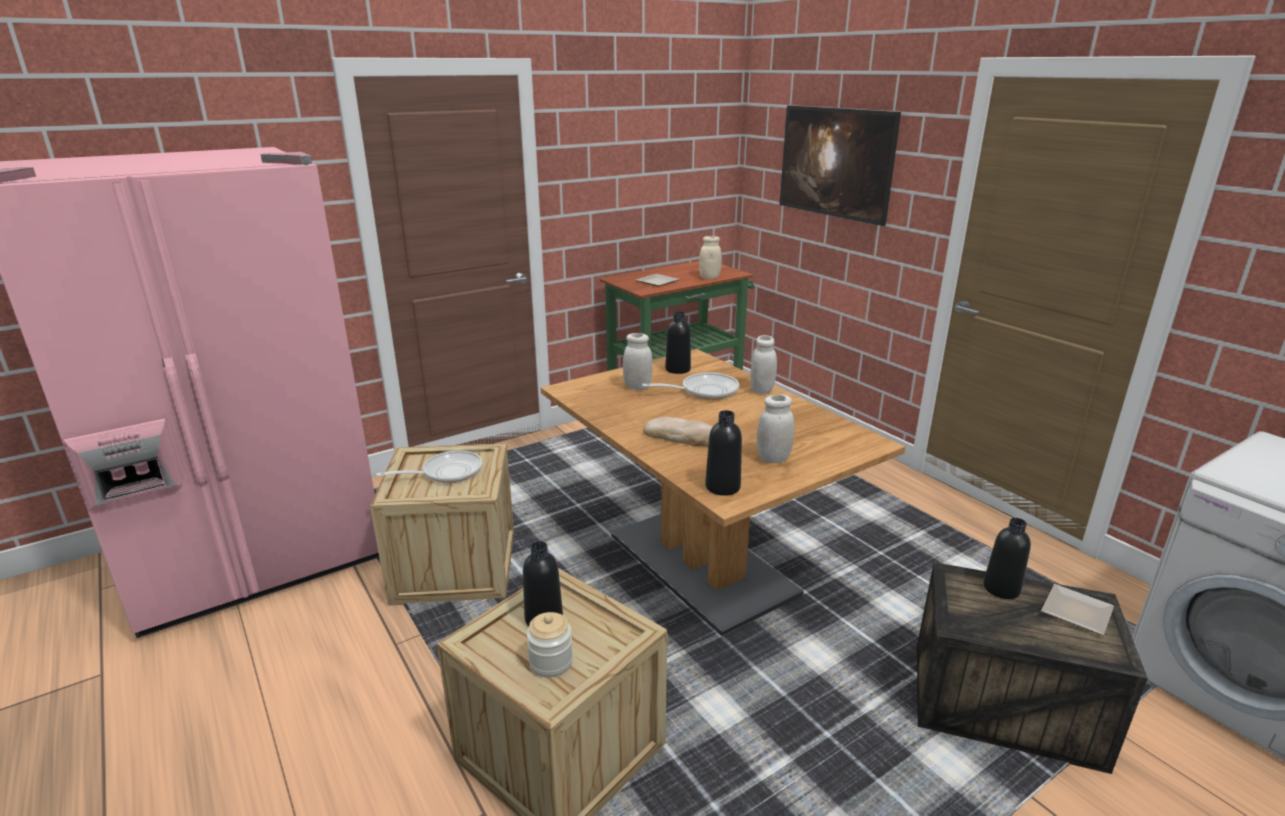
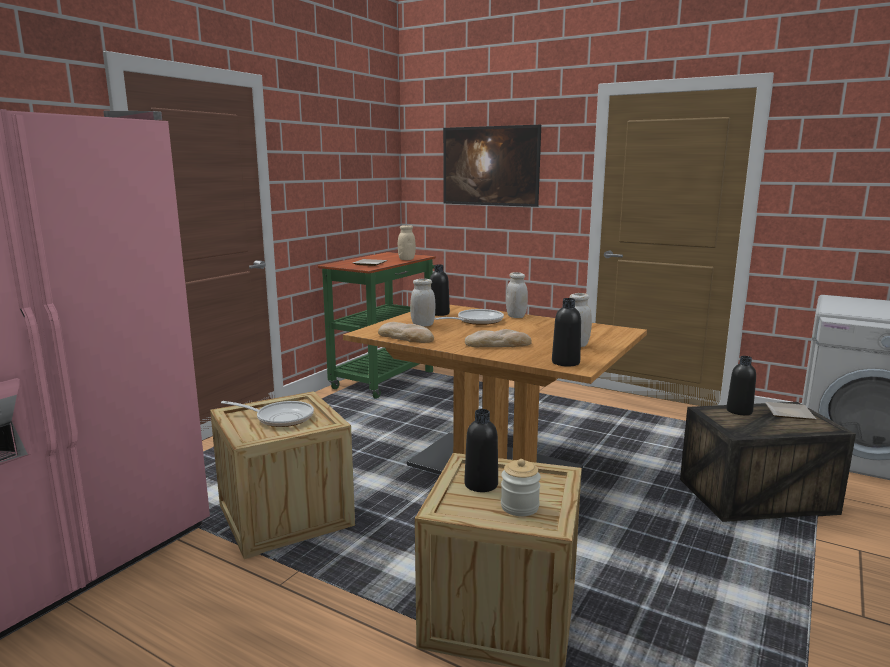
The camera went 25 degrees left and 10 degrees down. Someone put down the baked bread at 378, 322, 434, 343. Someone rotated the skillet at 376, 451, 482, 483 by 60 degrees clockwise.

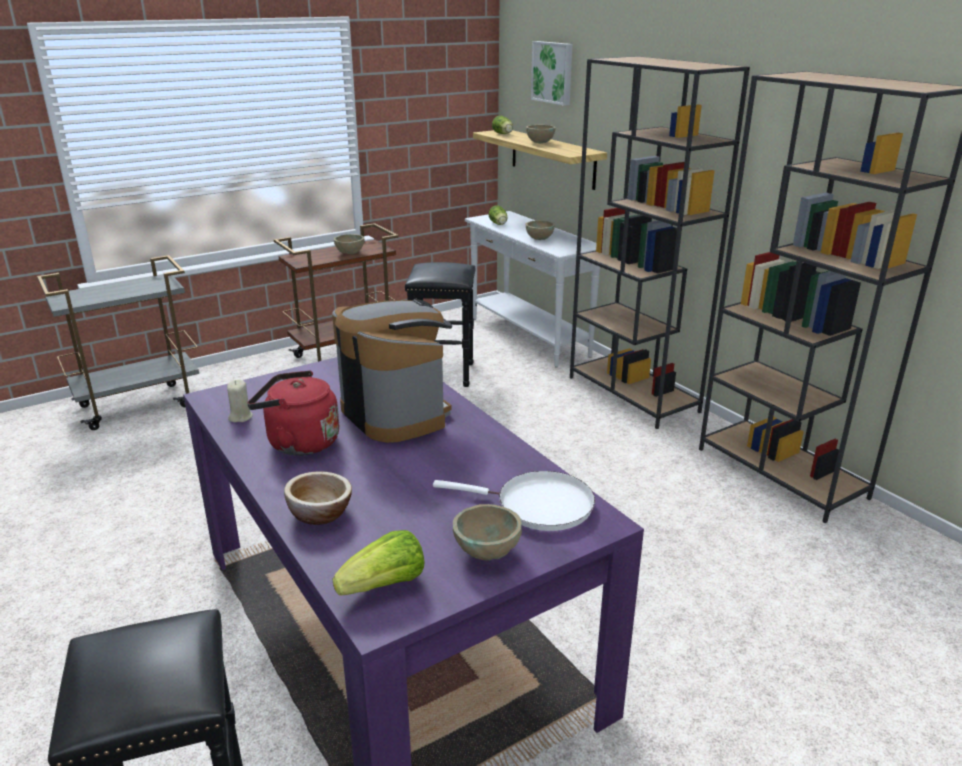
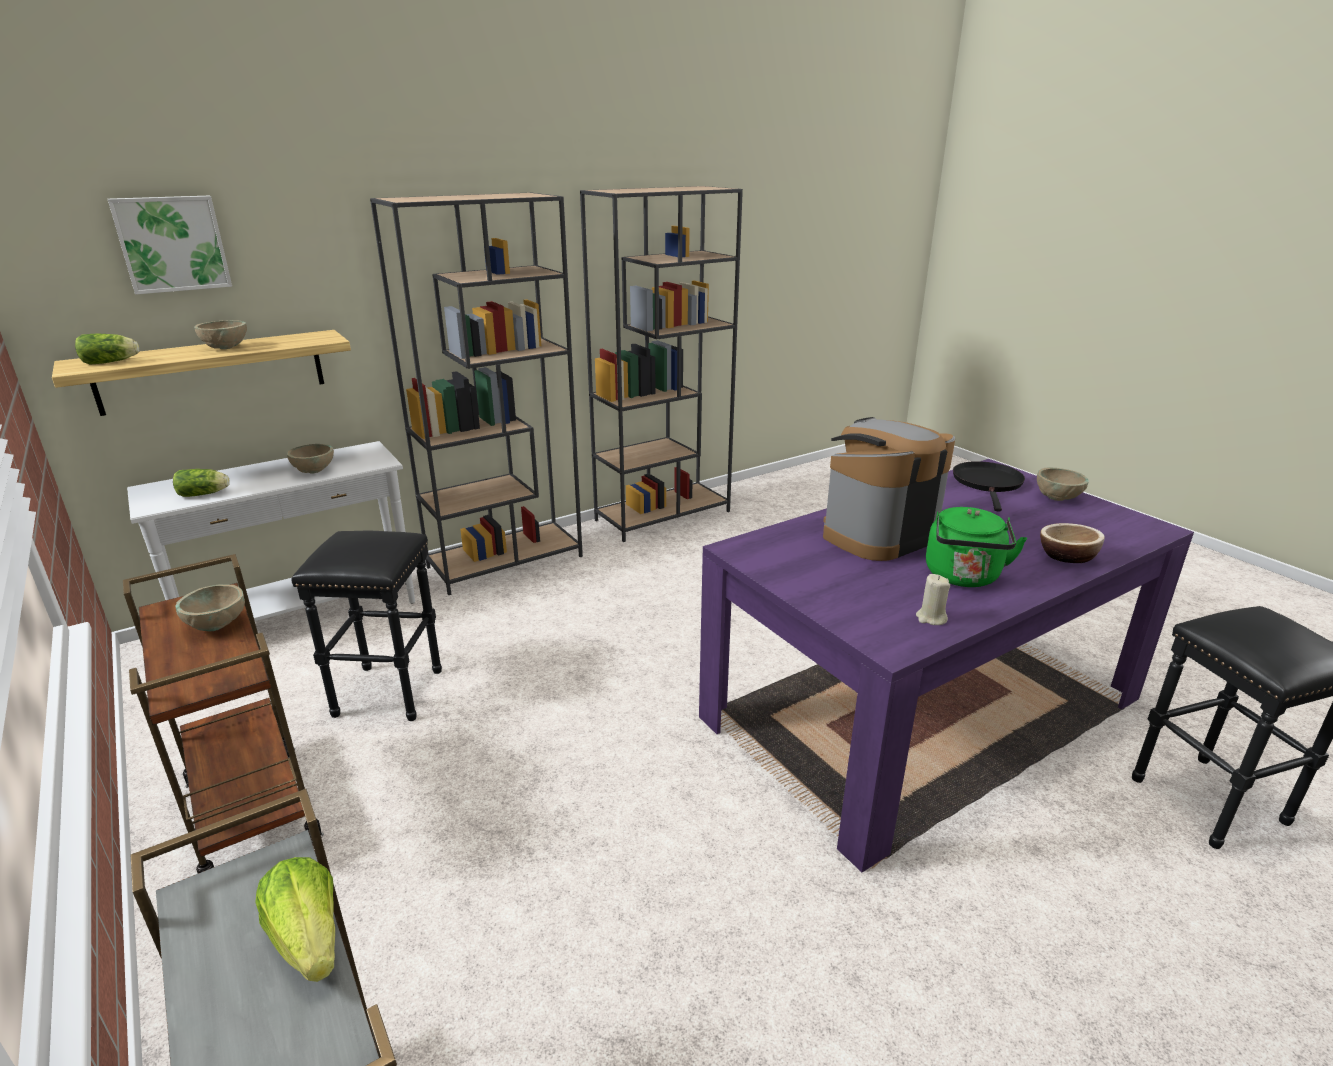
The camera went 90 degrees left and 0 degrees up. Someone carried the lettuce from 333, 530, 425, 595 to 255, 857, 335, 982. Someone repainted the reddish kettle at 247, 370, 339, 455, which became the green-coloured kettle at 926, 507, 1027, 587. Someone repainted the whitish skillet at 433, 471, 595, 531, which became the black-coloured skillet at 953, 461, 1025, 512.

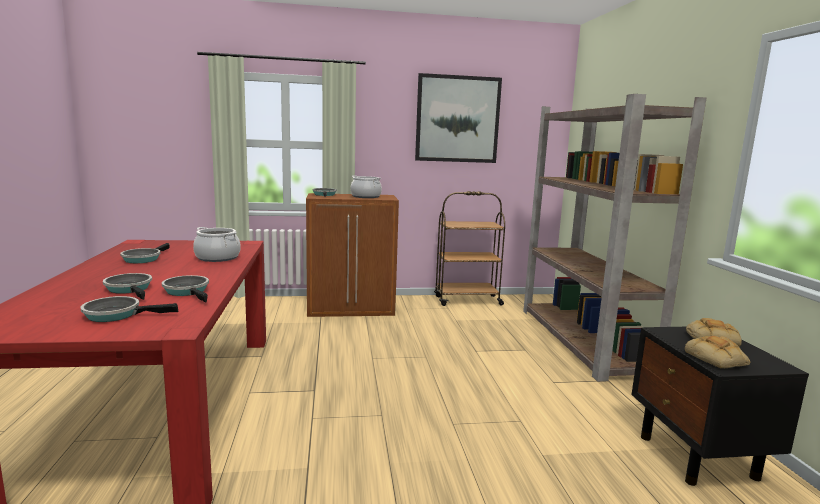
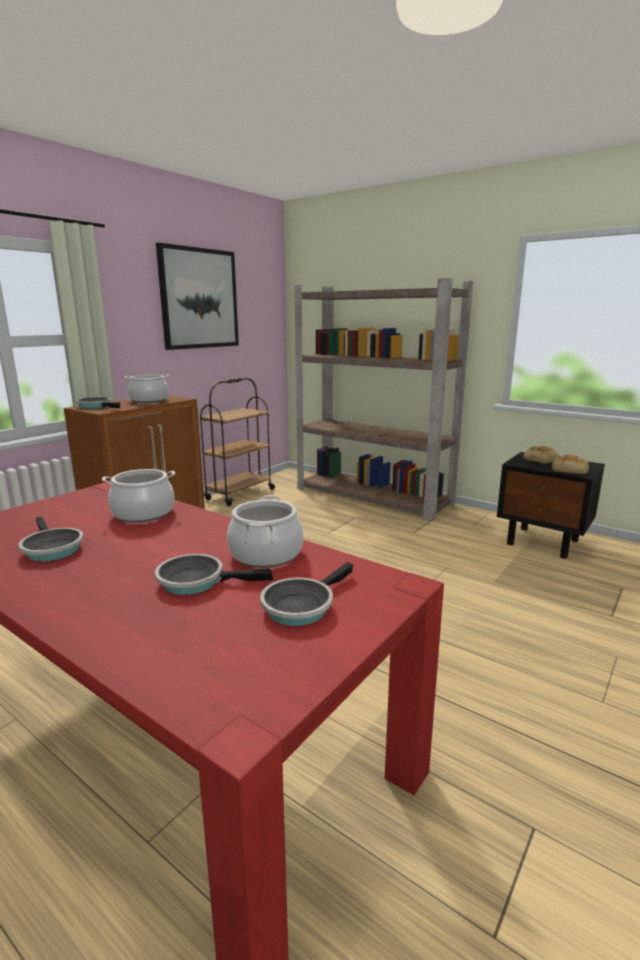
The camera went 45 degrees left and 5 degrees up. Someone swapped the skillet at 162, 275, 209, 302 for the saucepot at 227, 495, 303, 568.

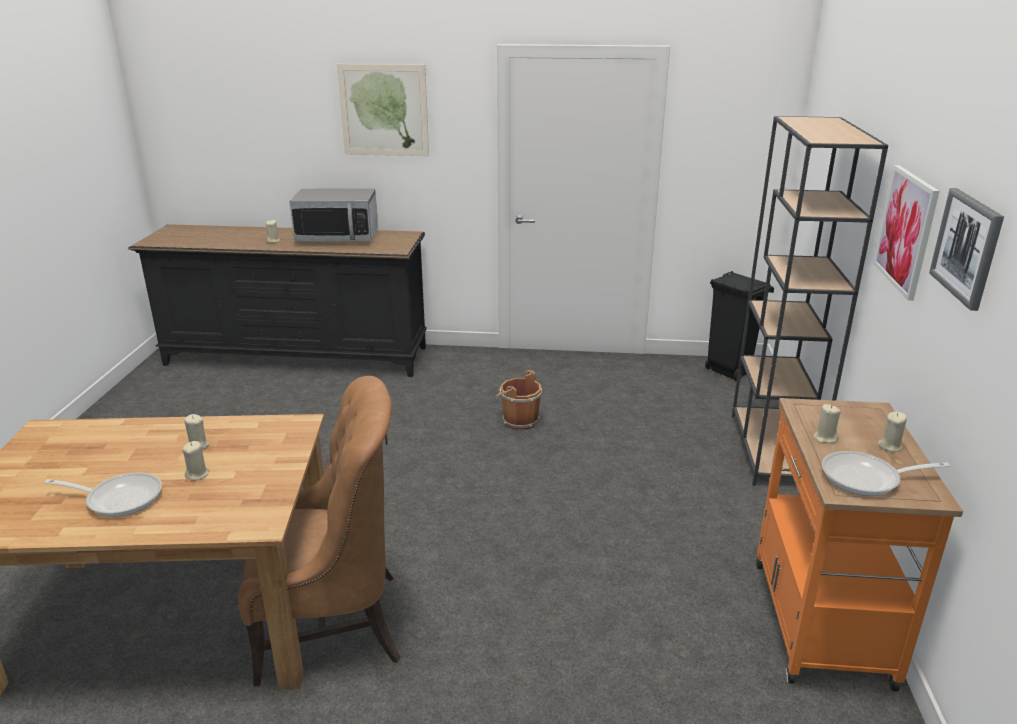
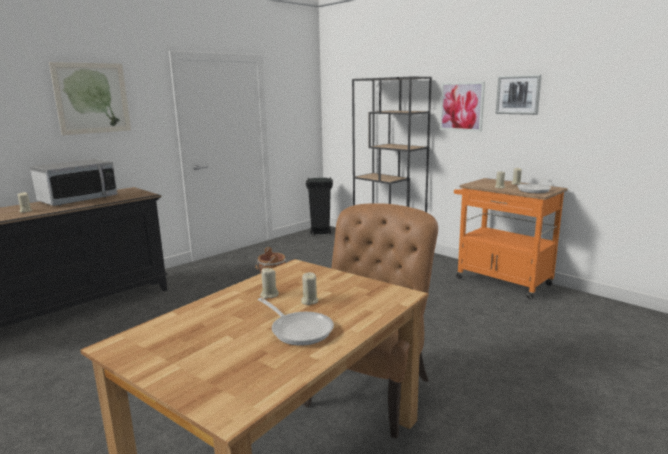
The camera went 50 degrees left and 10 degrees down. Someone rotated the skillet at 44, 472, 162, 517 by 90 degrees clockwise.

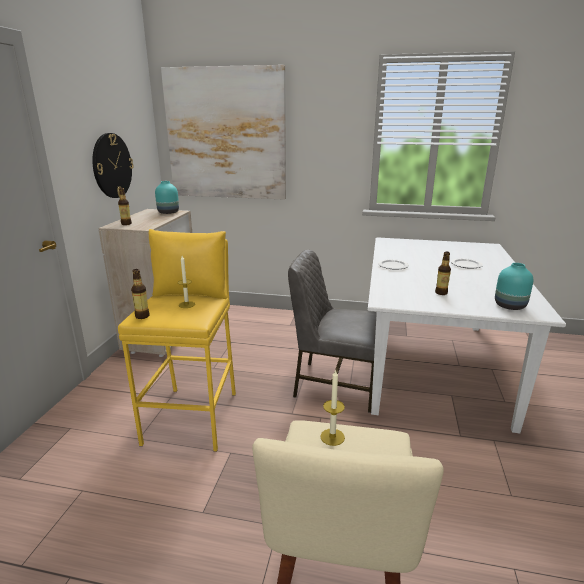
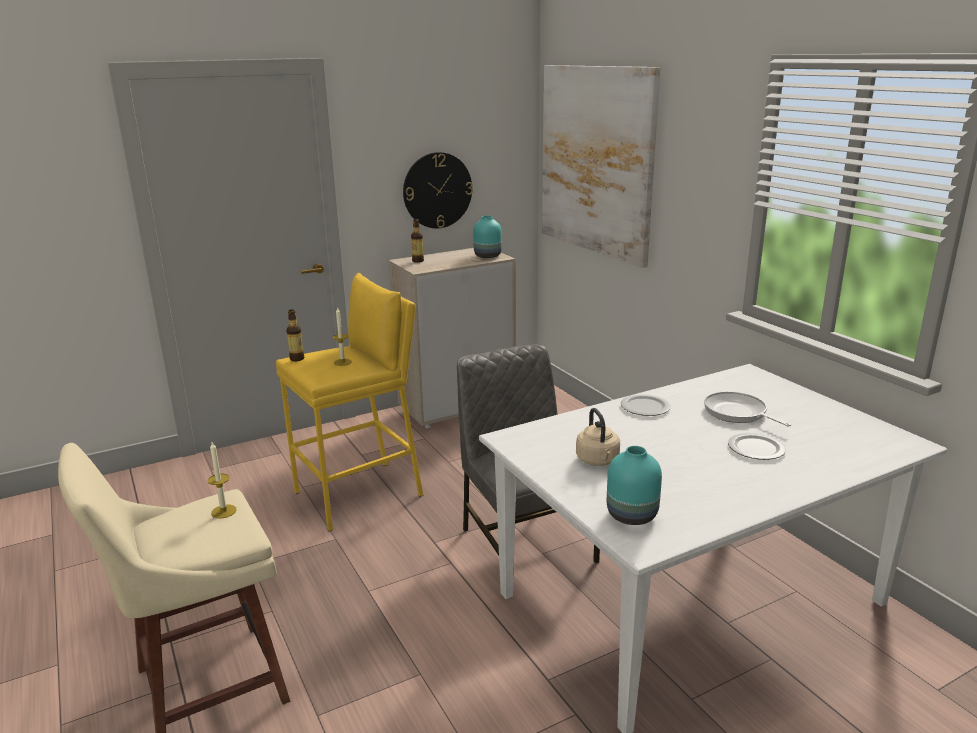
The camera went 50 degrees right and 0 degrees up. Someone put down the skillet at 704, 391, 791, 426. Someone swapped the drink bottle at 435, 252, 451, 295 for the beige kettle at 576, 408, 620, 466.

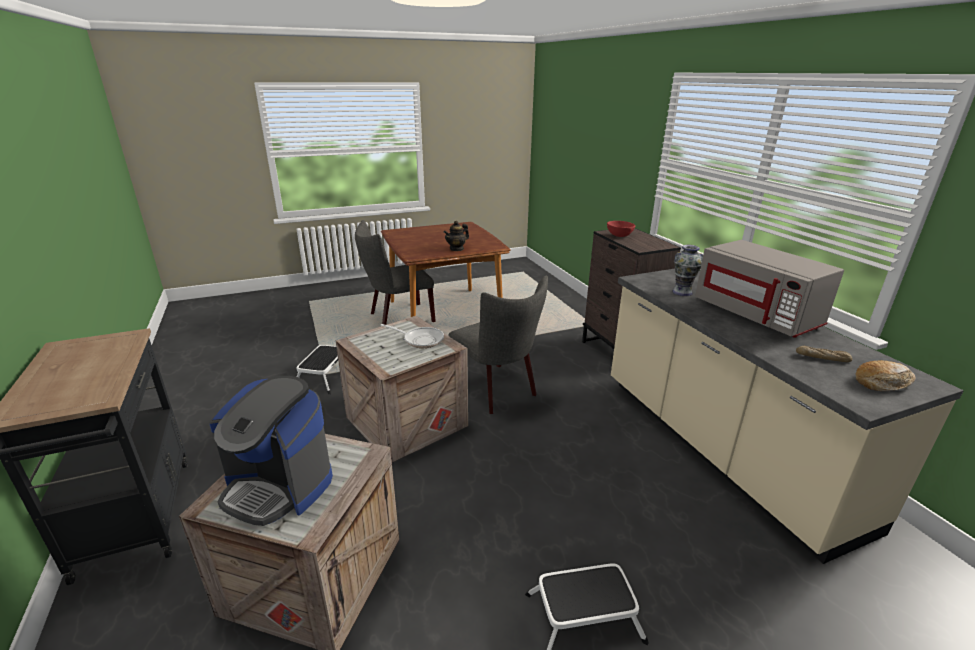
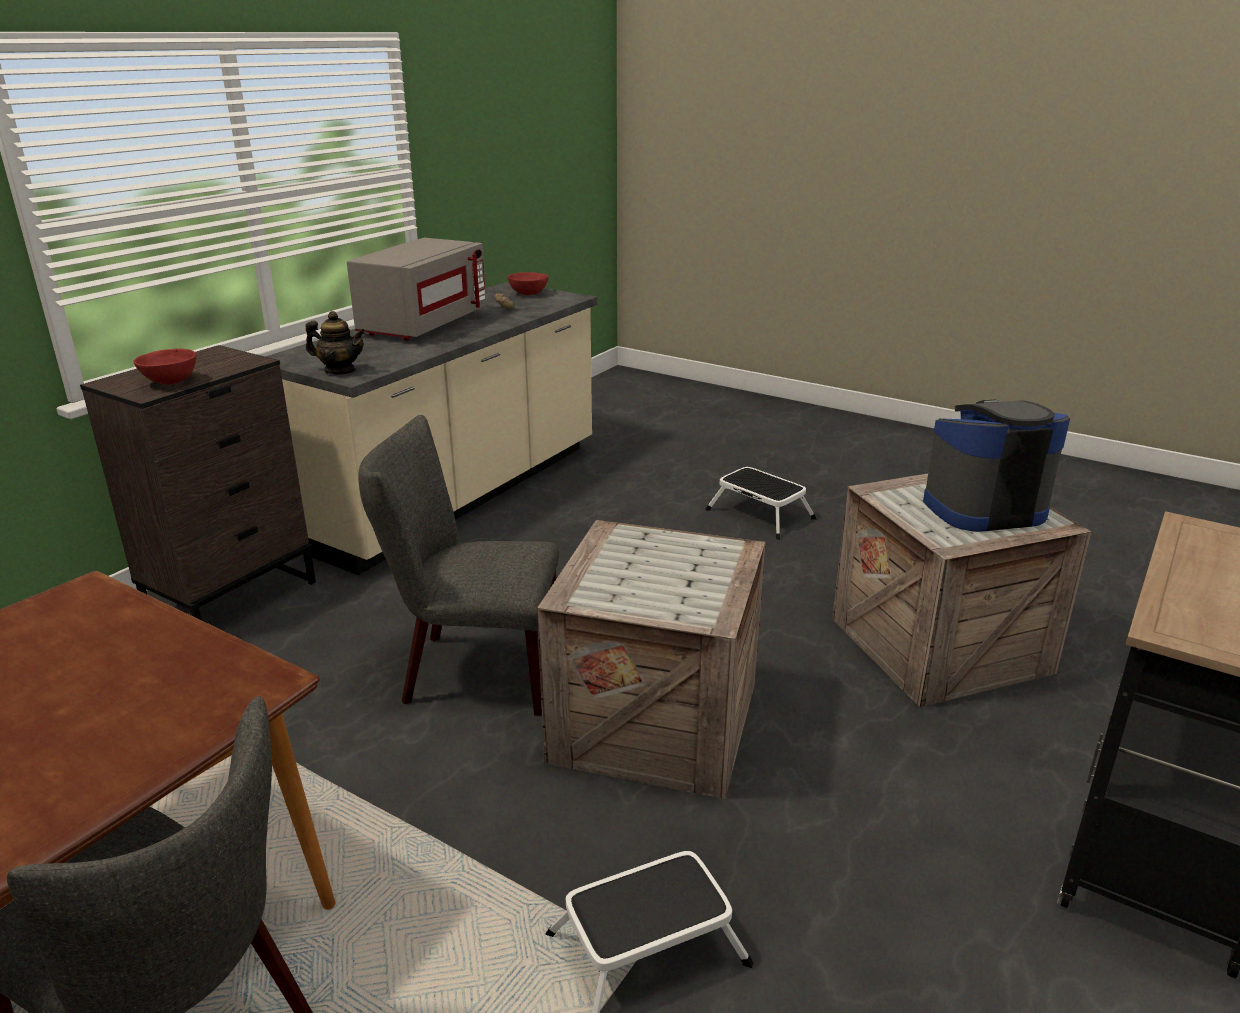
The camera went 125 degrees left and 0 degrees up. Someone took away the skillet at 380, 324, 444, 348. Someone took away the vase at 672, 245, 703, 296. Someone carried the pot for tea from 444, 221, 469, 251 to 306, 311, 366, 375. Someone swapped the baked bread at 856, 360, 916, 391 for the reddish serving bowl at 507, 272, 548, 295. Someone rotated the coffee maker at 209, 376, 333, 526 by 90 degrees counterclockwise. Someone rotated the grey chair at 449, 276, 548, 414 by 105 degrees counterclockwise.

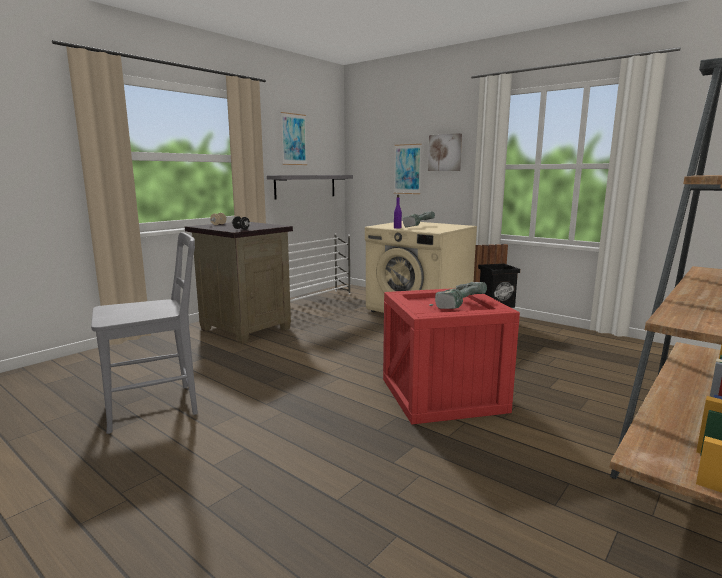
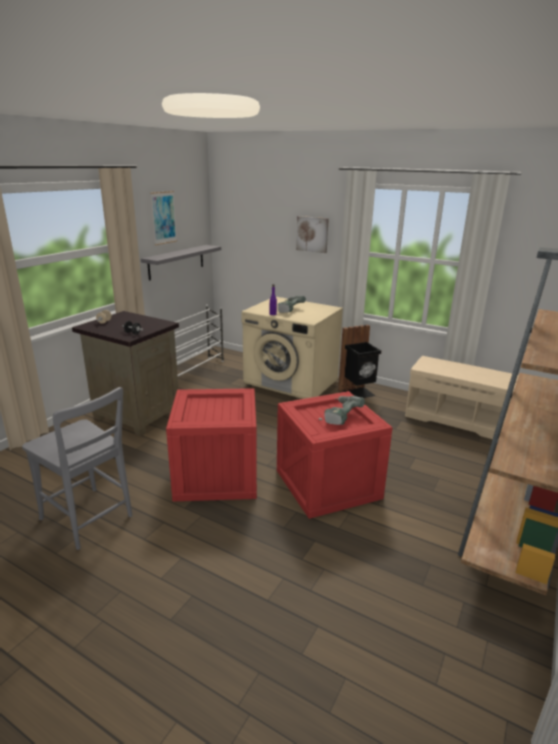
The camera went 10 degrees left and 10 degrees up. Someone took away the picture at 394, 144, 422, 194. Someone put down the packing crate at 166, 388, 257, 501. Someone put down the beige indoor bench at 405, 356, 519, 439. Someone rotated the grey chair at 91, 232, 198, 434 by 75 degrees clockwise.

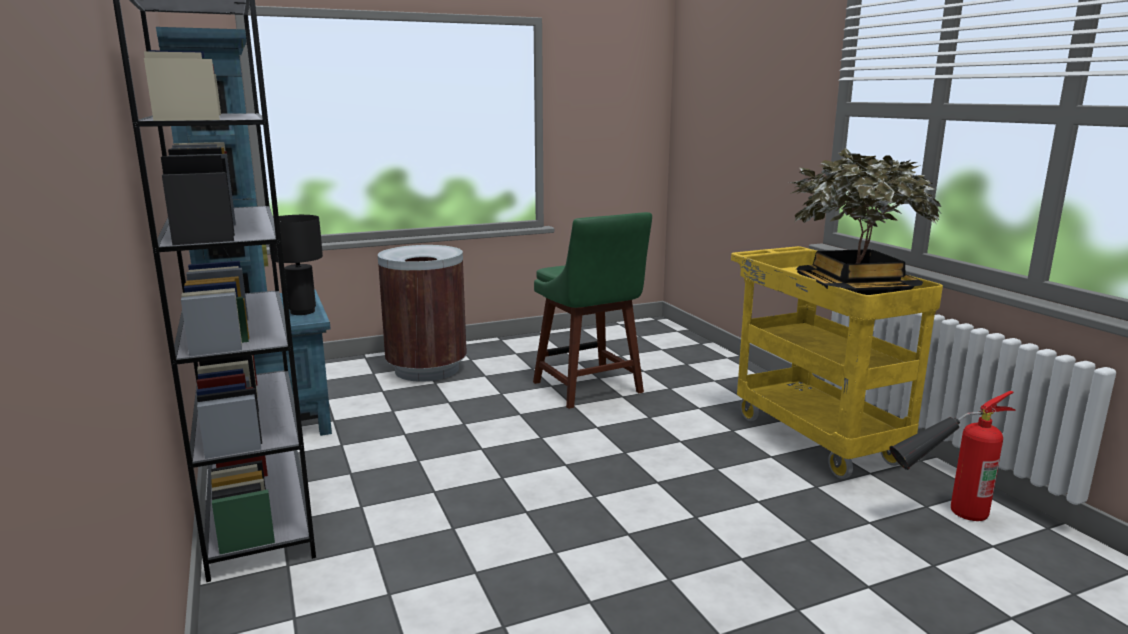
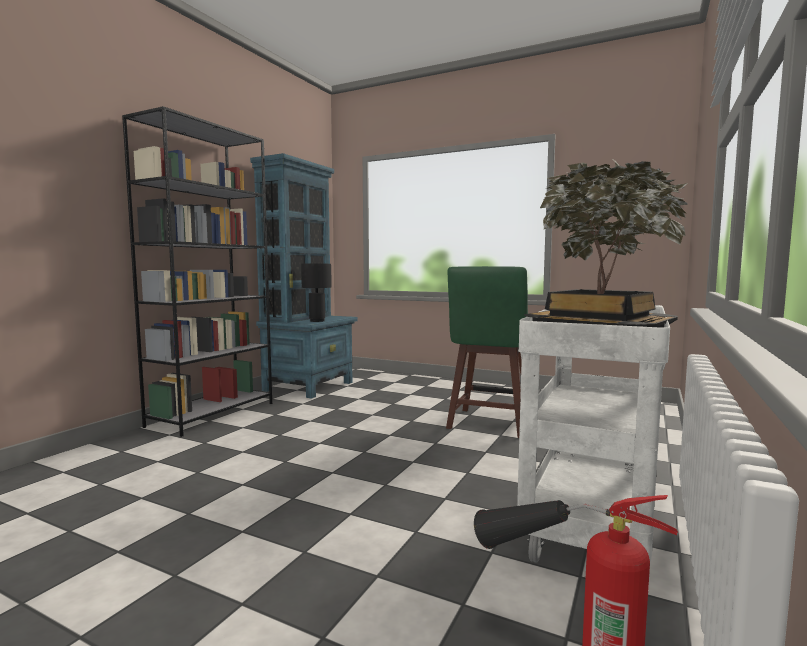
The camera went 50 degrees right and 10 degrees down. Someone took away the brown trash can at 378, 245, 467, 382. Someone repainted the yellow cart at 731, 246, 943, 479, which became the whitish cart at 517, 305, 670, 563.

